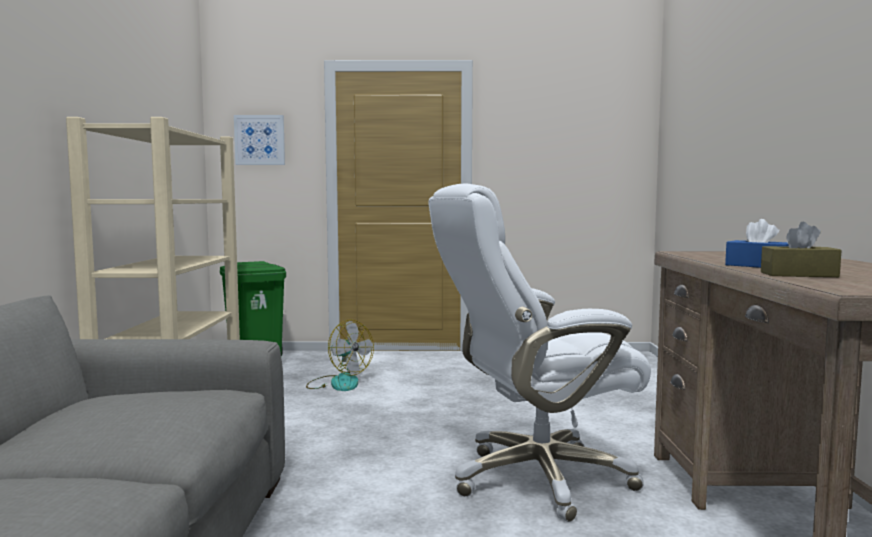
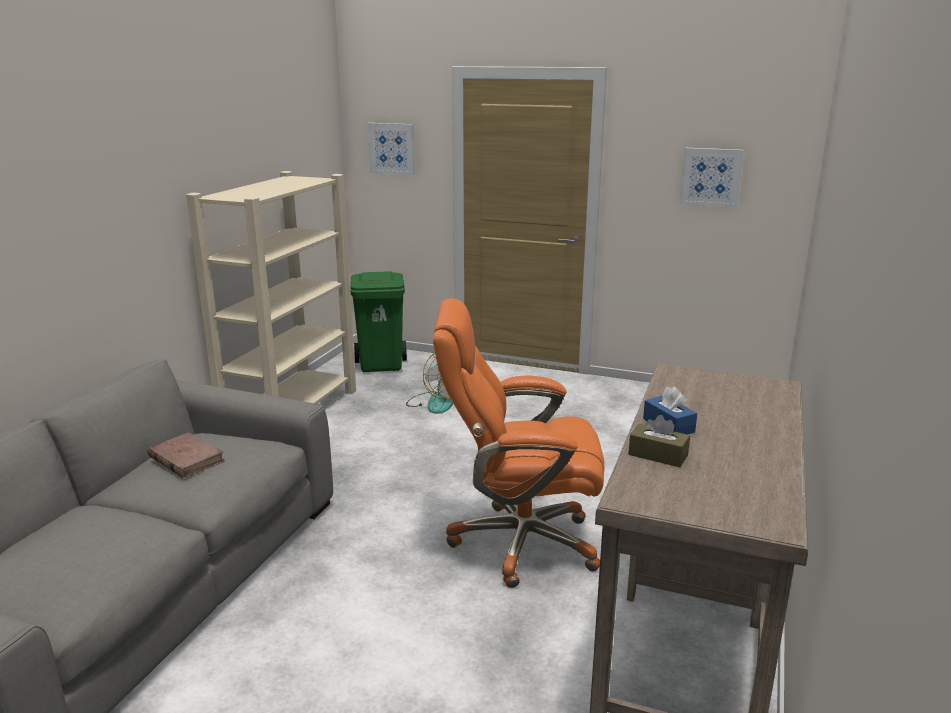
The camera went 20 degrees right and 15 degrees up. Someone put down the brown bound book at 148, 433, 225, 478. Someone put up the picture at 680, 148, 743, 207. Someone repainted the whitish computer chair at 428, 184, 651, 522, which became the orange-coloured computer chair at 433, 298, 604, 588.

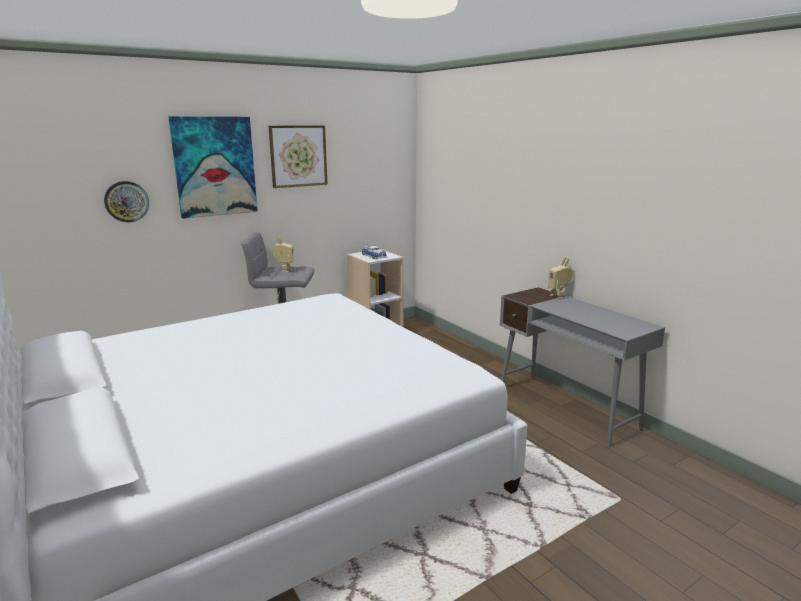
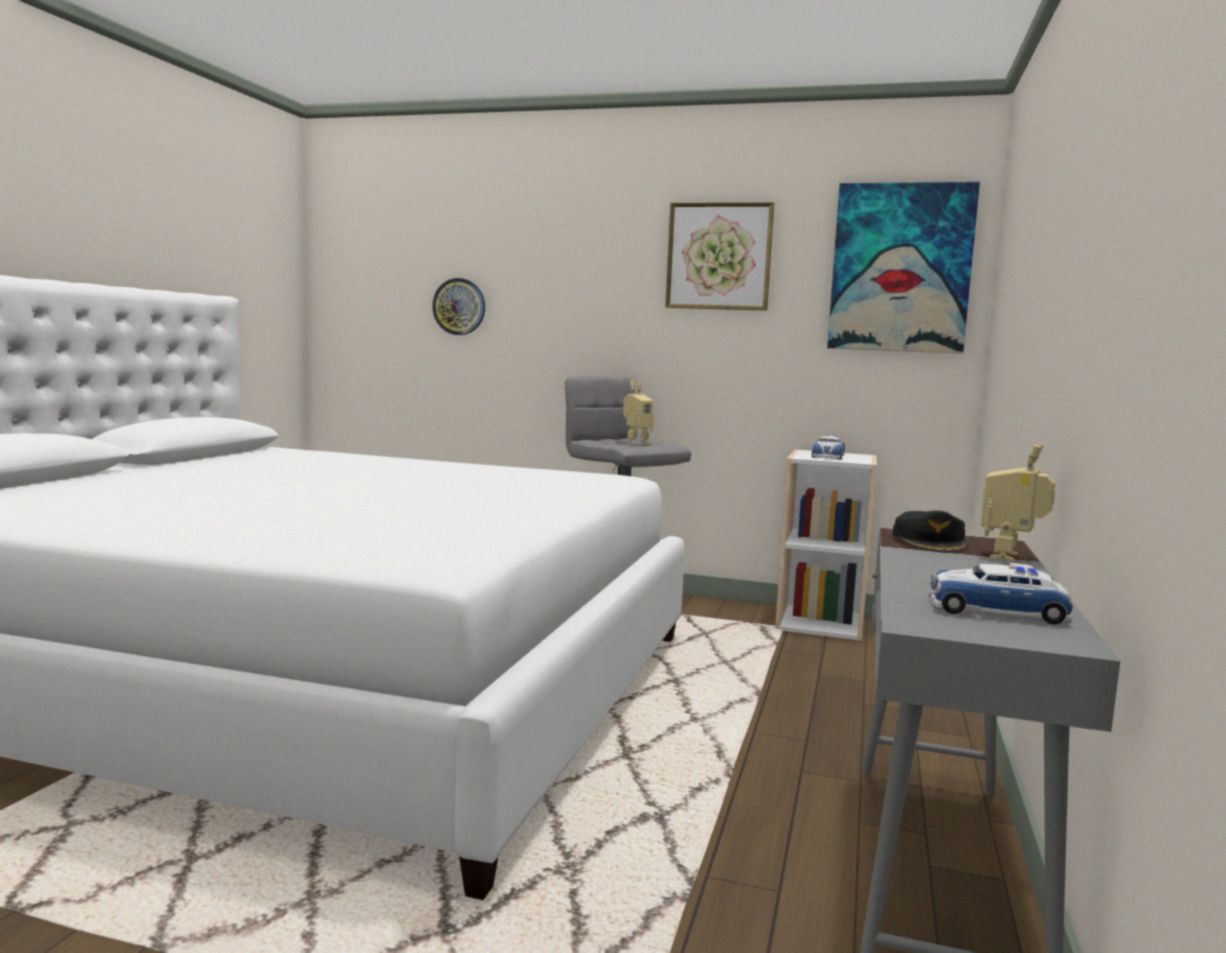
The camera went 50 degrees right and 10 degrees down. Someone put down the black-coloured baseball cap at 892, 511, 967, 553. Someone put down the model car at 928, 563, 1073, 625. Someone carried the picture from 168, 116, 258, 219 to 827, 182, 980, 354.

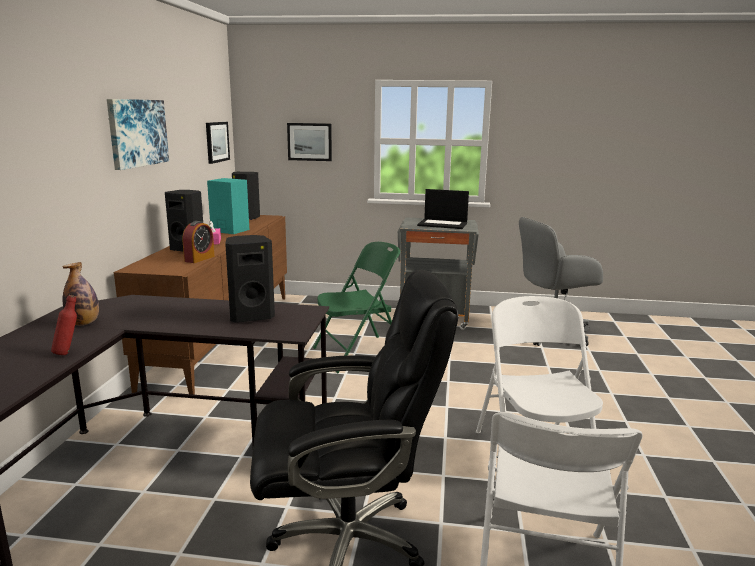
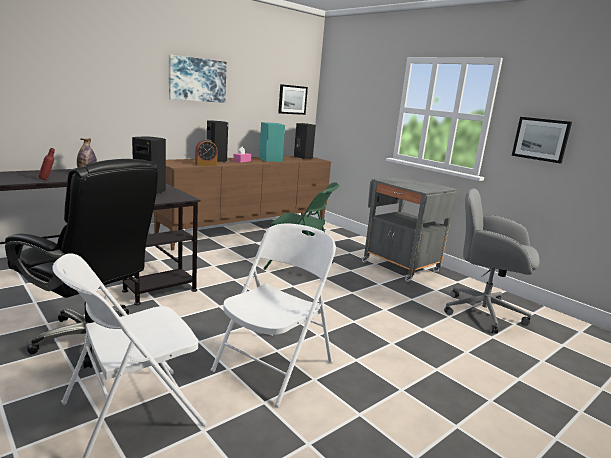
The camera went 40 degrees right and 0 degrees up. Someone took away the notebook computer at 417, 189, 469, 229. Someone carried the picture from 287, 123, 332, 161 to 512, 117, 572, 164.

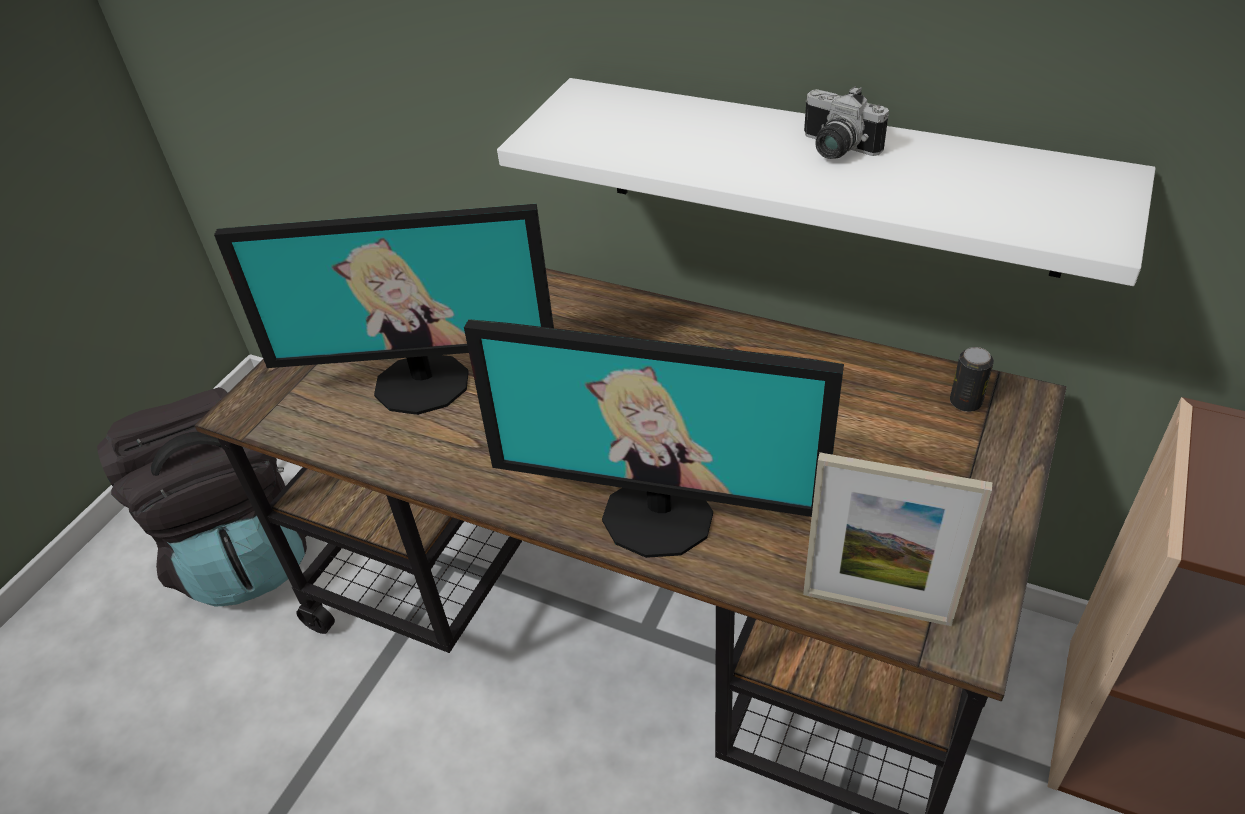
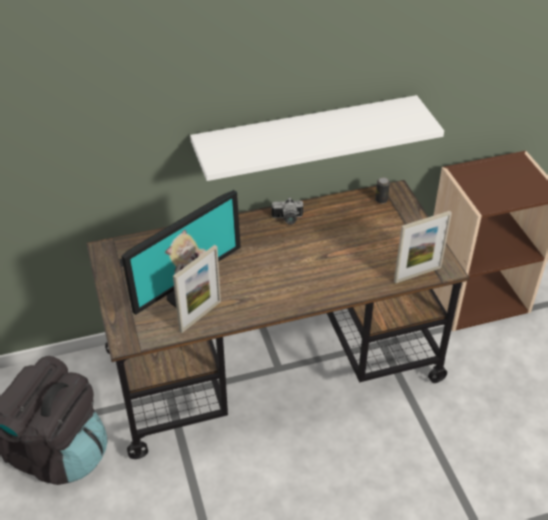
The camera went 45 degrees left and 0 degrees up. Someone took away the computer display at 464, 319, 844, 558. Someone put down the photo frame at 173, 245, 221, 333. Someone carried the photo camera from 804, 86, 889, 159 to 271, 197, 303, 225.

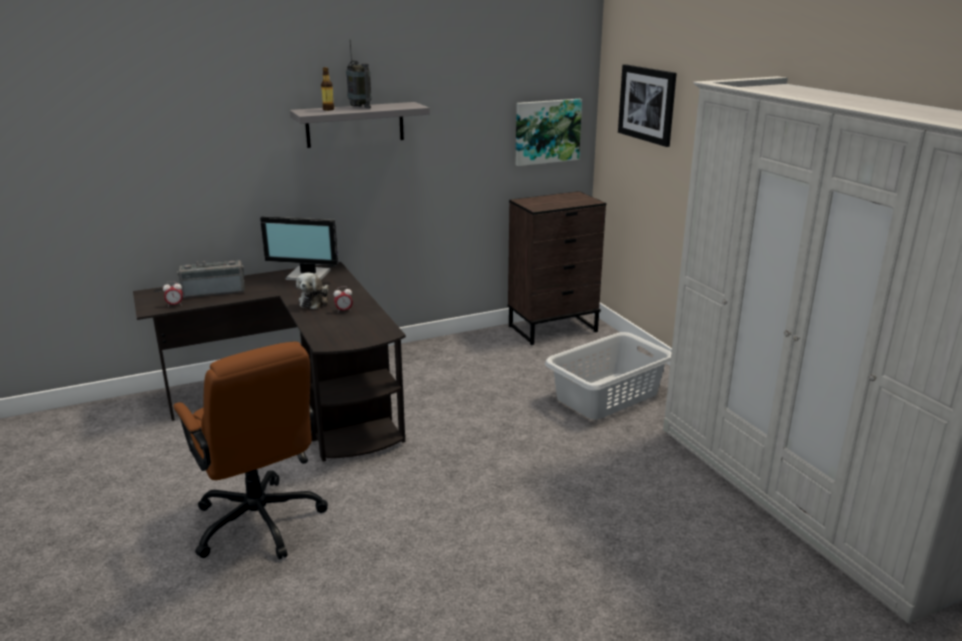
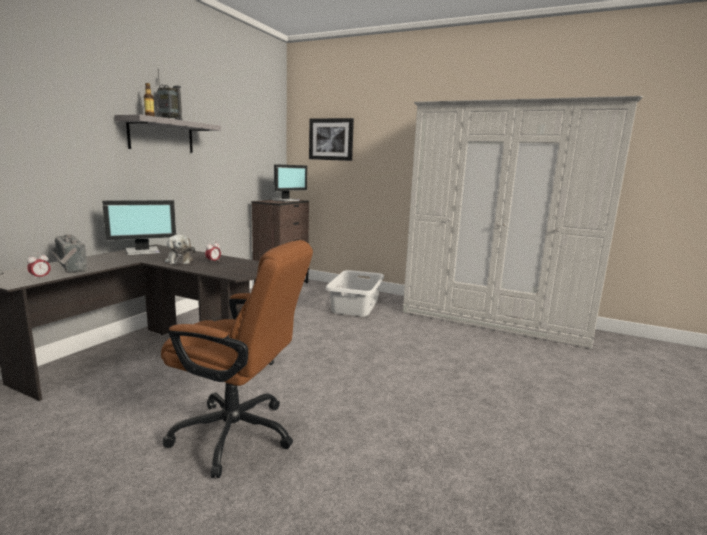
The camera went 40 degrees left and 10 degrees down. Someone took away the picture at 516, 99, 582, 166. Someone put down the computer display at 272, 164, 307, 202. Someone rotated the radio set at 177, 260, 245, 298 by 75 degrees counterclockwise.

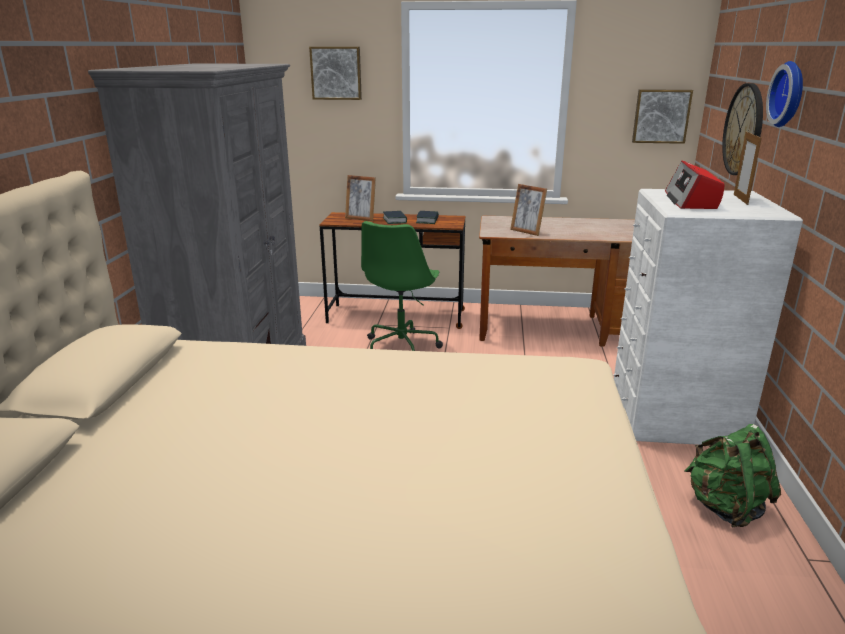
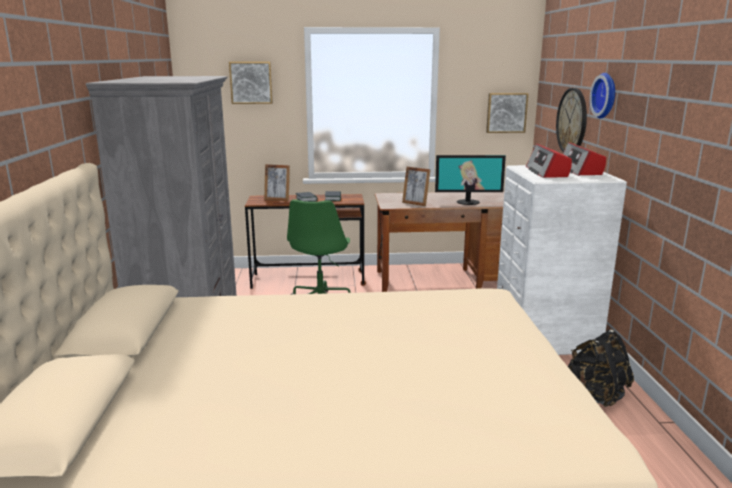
The camera went 10 degrees left and 5 degrees down. Someone put down the computer display at 435, 155, 506, 205. Someone swapped the photo frame at 734, 131, 762, 205 for the radio set at 563, 142, 606, 176. Someone repainted the green-coloured knapsack at 685, 424, 781, 527, which became the black-coloured knapsack at 568, 330, 634, 407.

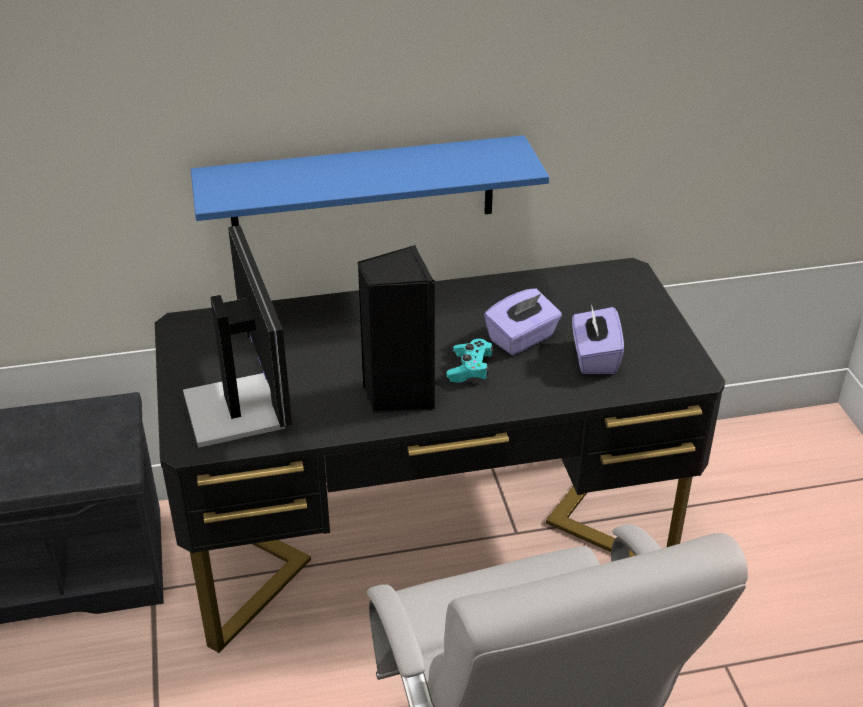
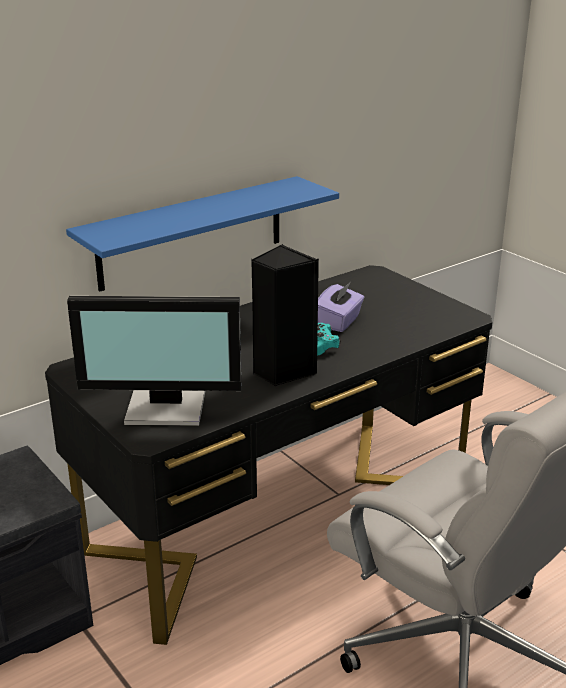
The camera went 25 degrees left and 10 degrees down. Someone took away the purplish tissue holder at 572, 304, 624, 374. Someone rotated the computer display at 183, 225, 292, 448 by 135 degrees clockwise.

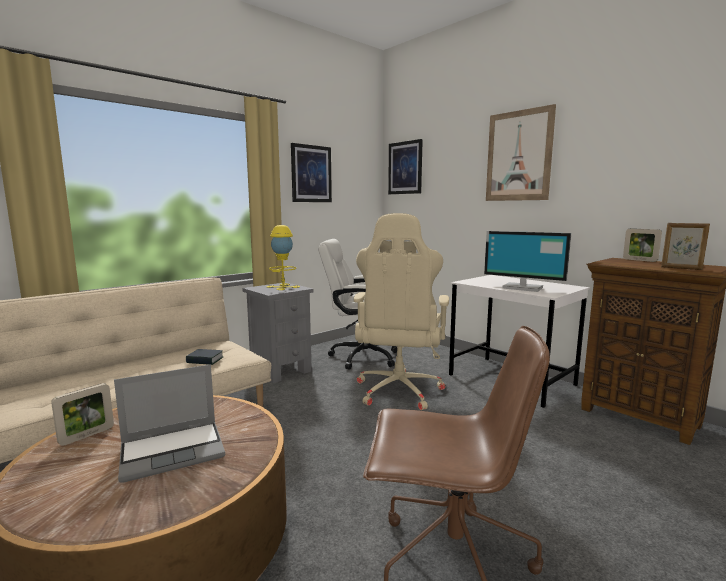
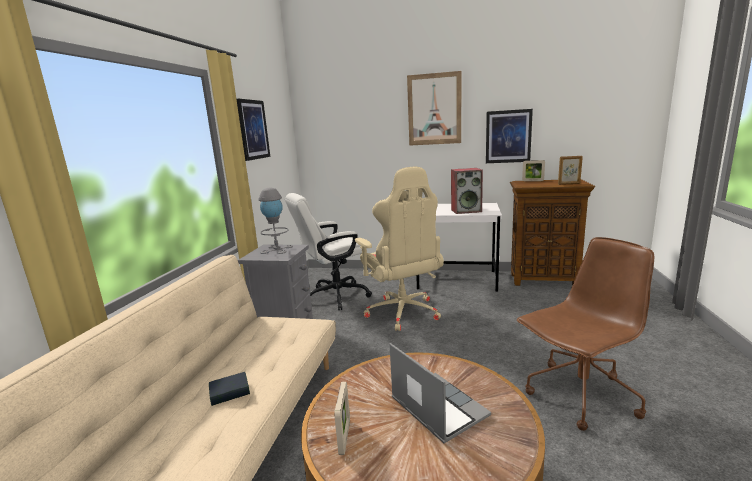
The camera went 35 degrees left and 5 degrees up. Someone carried the bound book from 186, 349, 223, 365 to 209, 372, 250, 406. Someone carried the picture from 388, 139, 423, 194 to 486, 109, 533, 163. Someone swapped the computer display at 484, 231, 571, 292 for the speaker at 451, 168, 483, 214. Someone repainted the yellow table lamp at 267, 225, 300, 290, which became the grey table lamp at 258, 188, 293, 254. Someone rotated the notebook computer at 114, 364, 225, 483 by 60 degrees counterclockwise.

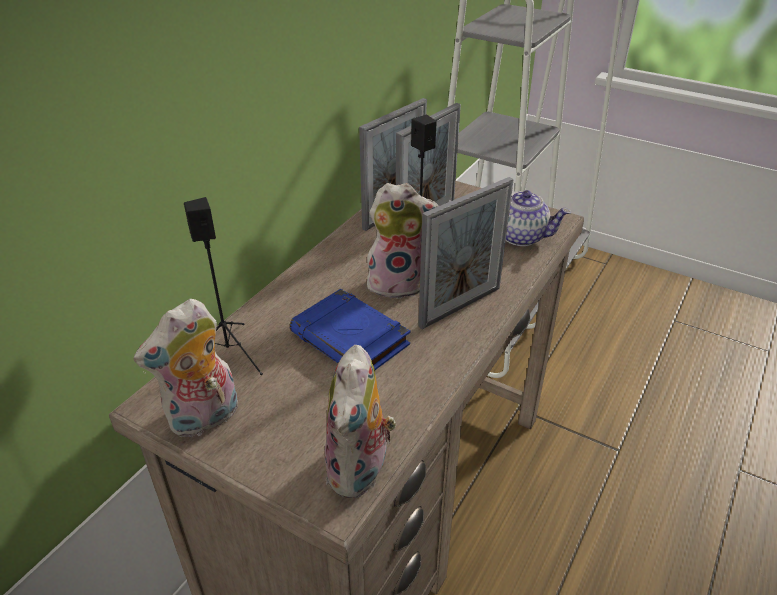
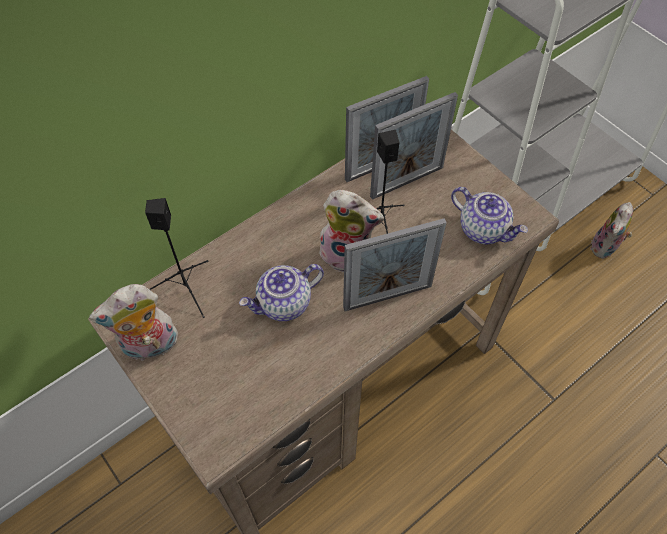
The camera went 20 degrees right and 20 degrees up. Someone carried the soft toy from 325, 345, 396, 498 to 590, 202, 633, 259. Someone swapped the bluish bound book at 289, 289, 411, 370 for the pot for tea at 239, 264, 324, 321.

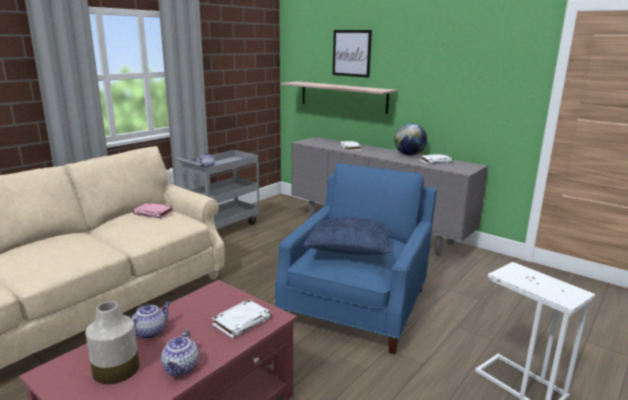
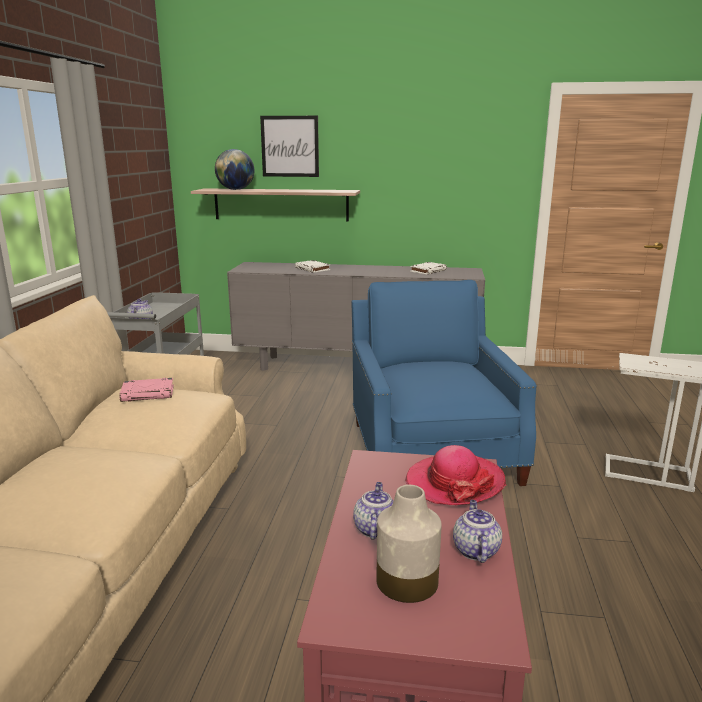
The camera went 30 degrees left and 0 degrees up. Someone took away the bluish throw pillow at 303, 217, 390, 255. Someone carried the world globe from 394, 123, 427, 156 to 215, 149, 254, 190. Someone swapped the whitish bound book at 212, 299, 271, 338 for the clothing hat at 405, 445, 506, 505. Someone rotated the pot for tea at 161, 330, 199, 377 by 150 degrees counterclockwise.

